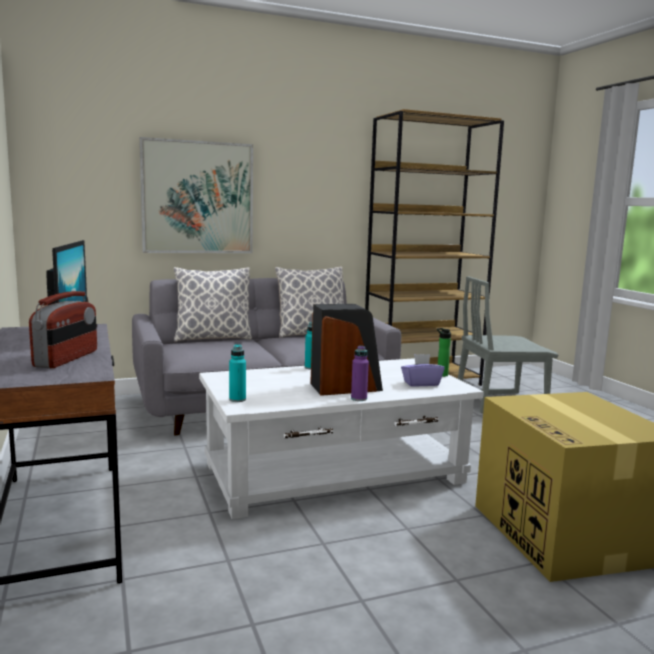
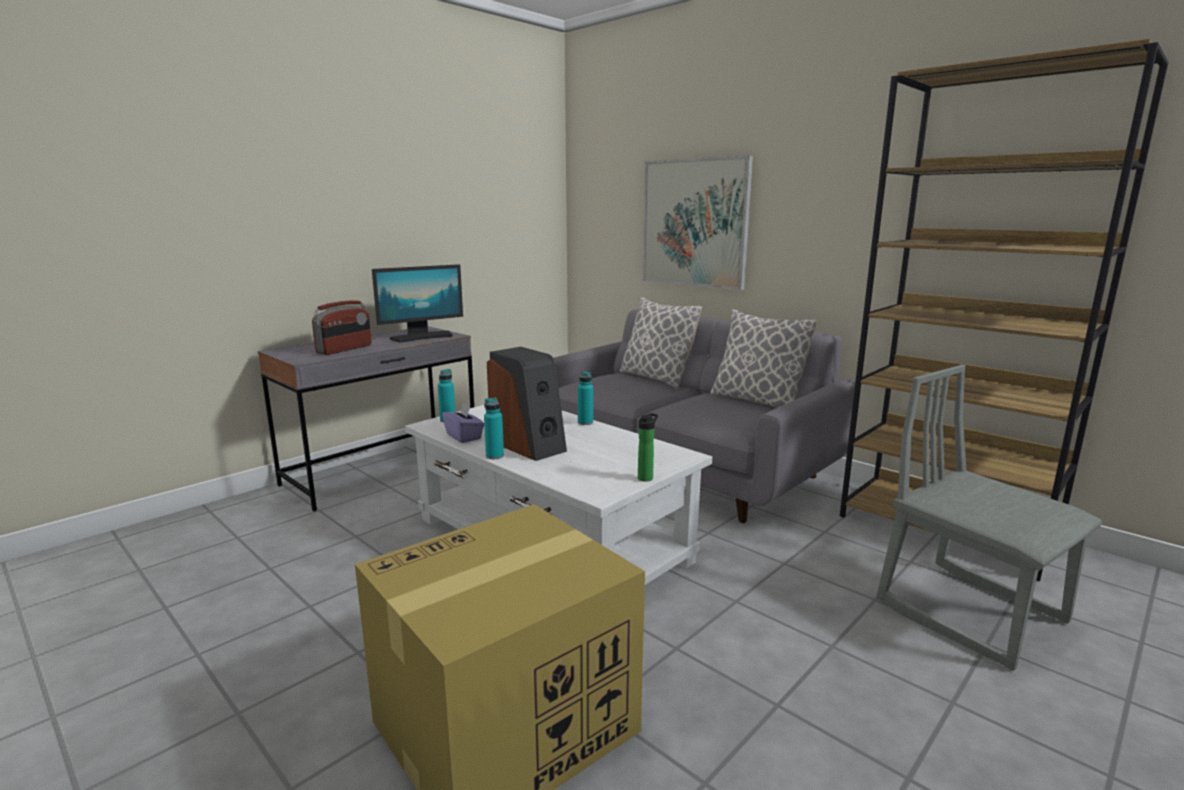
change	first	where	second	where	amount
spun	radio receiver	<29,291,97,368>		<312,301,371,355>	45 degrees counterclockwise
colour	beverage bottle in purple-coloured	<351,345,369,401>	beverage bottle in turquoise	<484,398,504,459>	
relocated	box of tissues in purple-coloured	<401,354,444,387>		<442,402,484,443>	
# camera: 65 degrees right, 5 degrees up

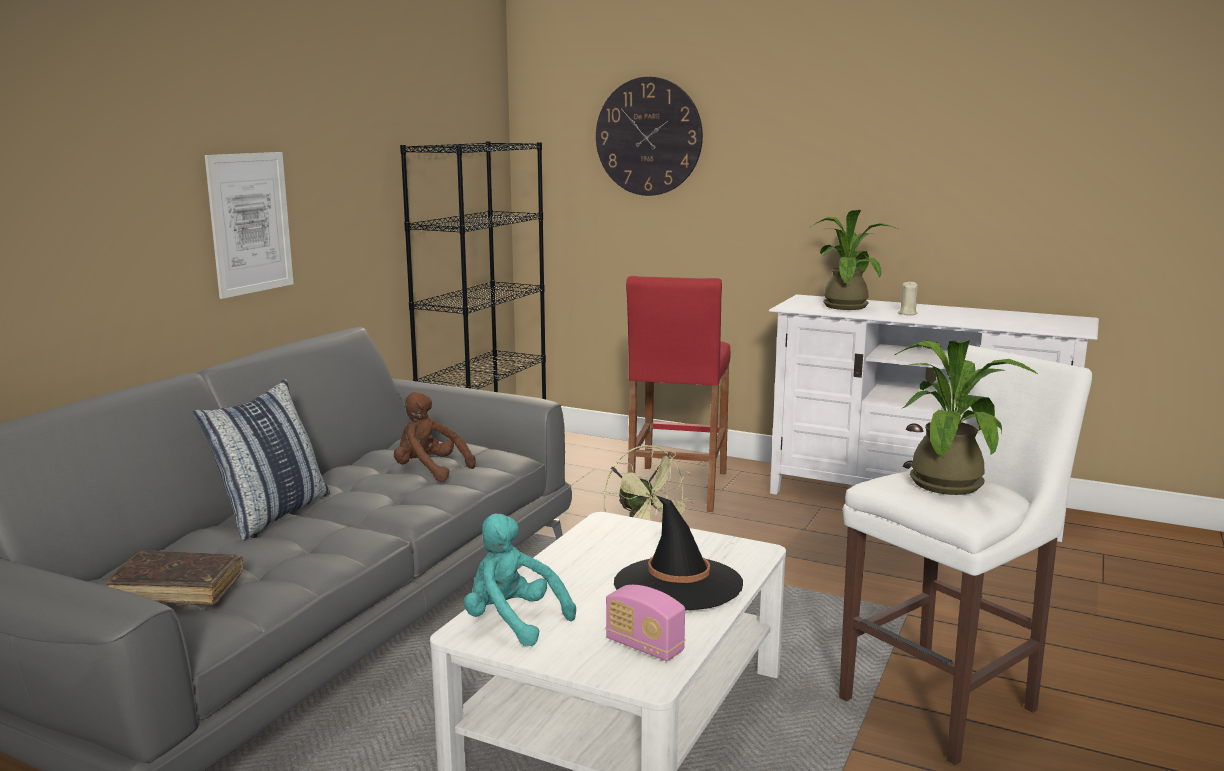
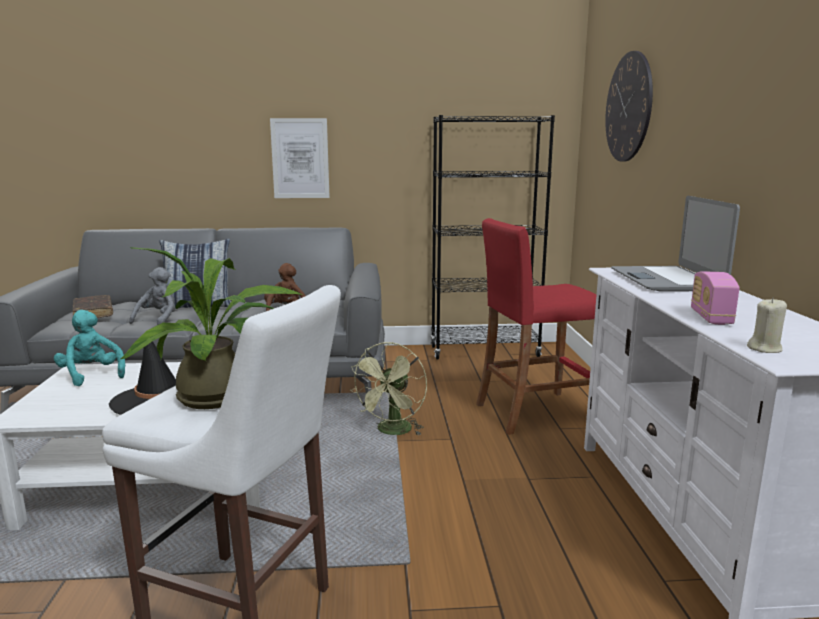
change	first	where	second	where	amount
spun	soft toy in turquoise	<464,514,576,646>		<54,310,125,386>	45 degrees counterclockwise
relocated	radio receiver	<605,585,685,661>		<691,271,740,325>	
exchanged	plant in a pot	<809,210,900,310>	laptop	<611,196,740,292>	
relocated	candle in sand-coloured	<898,282,918,315>		<747,298,787,353>	
appeared			soft toy in gray	<129,267,175,325>	
# camera: 60 degrees right, 0 degrees up

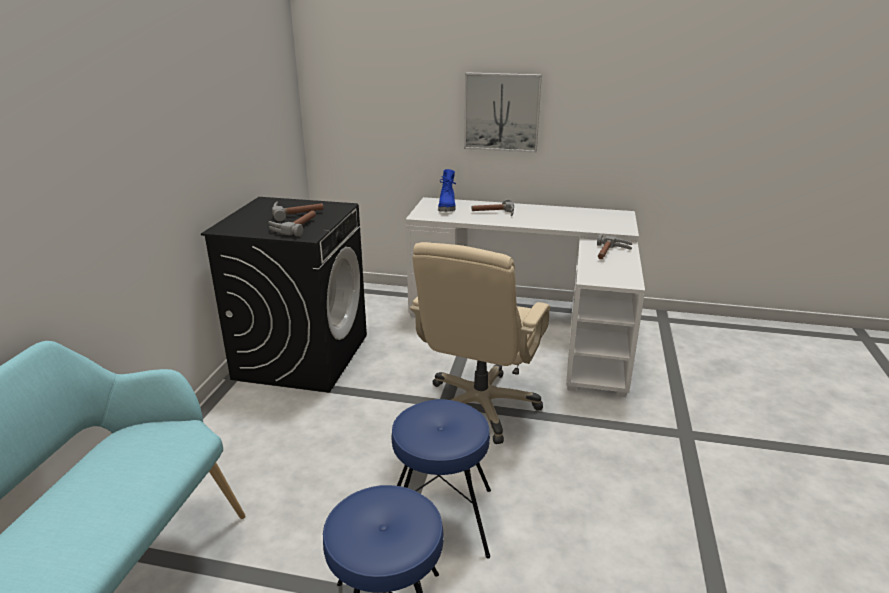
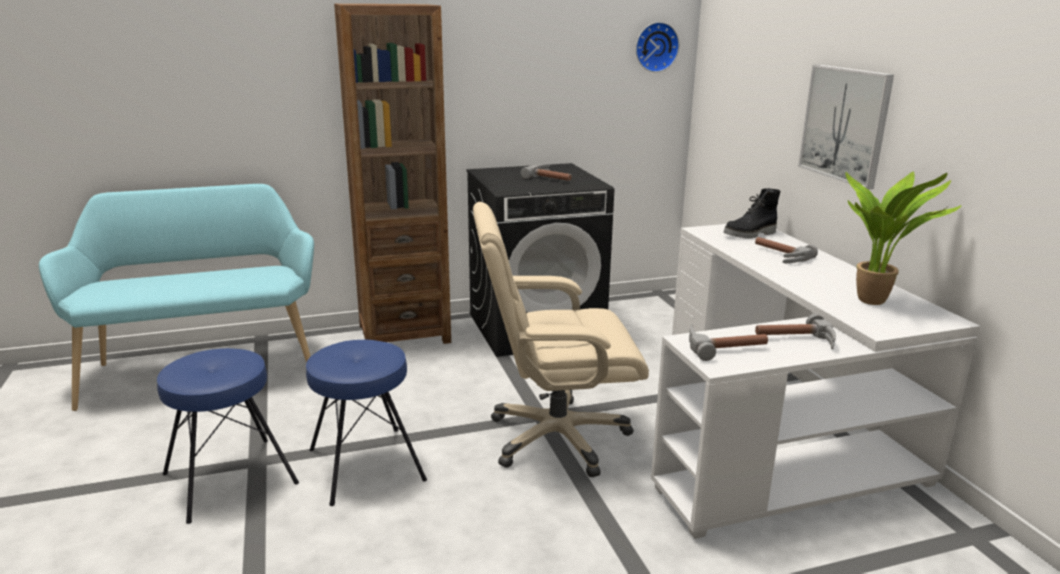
change	first	where	second	where	amount
relocated	tool hammer	<268,211,316,237>		<689,324,768,361>	
colour	high-top boot in bluish	<438,169,456,212>	high-top boot in blackish	<723,188,780,239>	
appeared			bookcase in brown	<334,4,451,344>	
appeared			hanging clock	<636,22,679,72>	
appeared			plant in a pot	<845,172,962,305>	
# camera: 60 degrees right, 5 degrees down

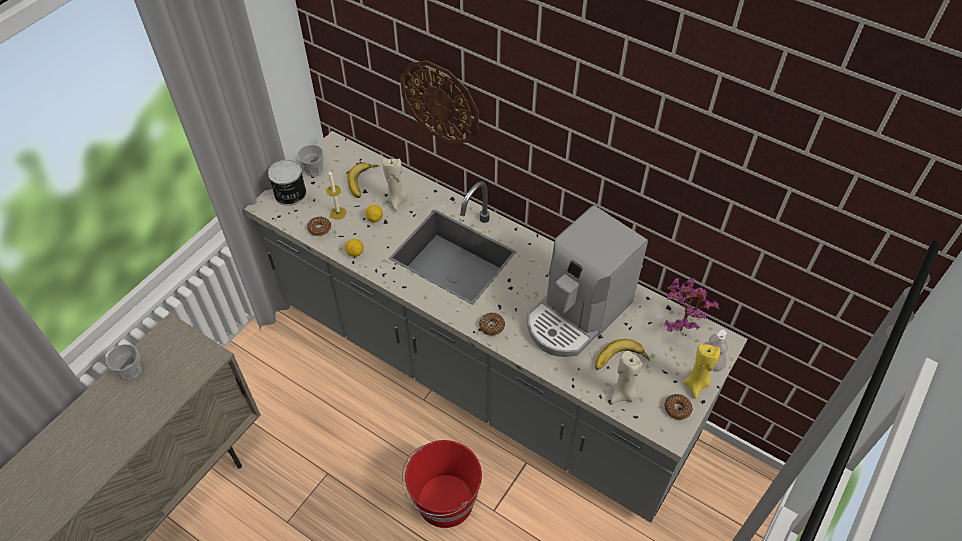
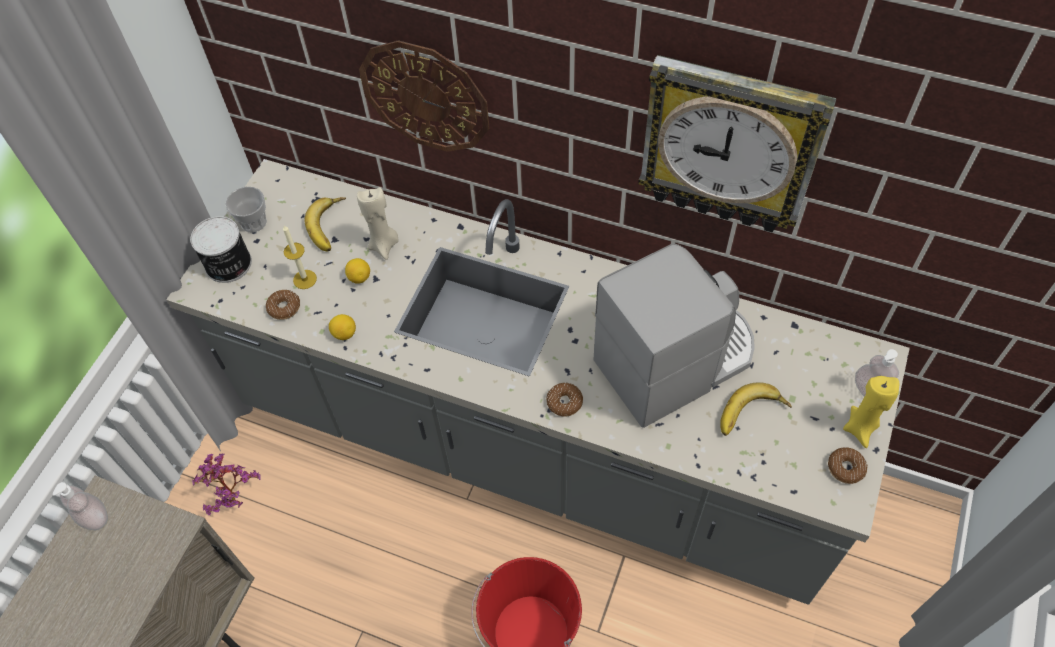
change	first	where	second	where	amount
missing	cup	<106,344,142,380>			
spun	coffee maker	<527,205,648,357>		<593,243,755,428>	150 degrees counterclockwise
missing	candle in sand-coloured	<611,351,643,404>			
relocated	plant in a pot	<664,278,719,332>		<192,454,261,515>	
appeared			soap dispenser	<53,482,108,530>	
appeared			hanging clock	<638,55,836,232>	
# camera: 10 degrees left, 5 degrees up

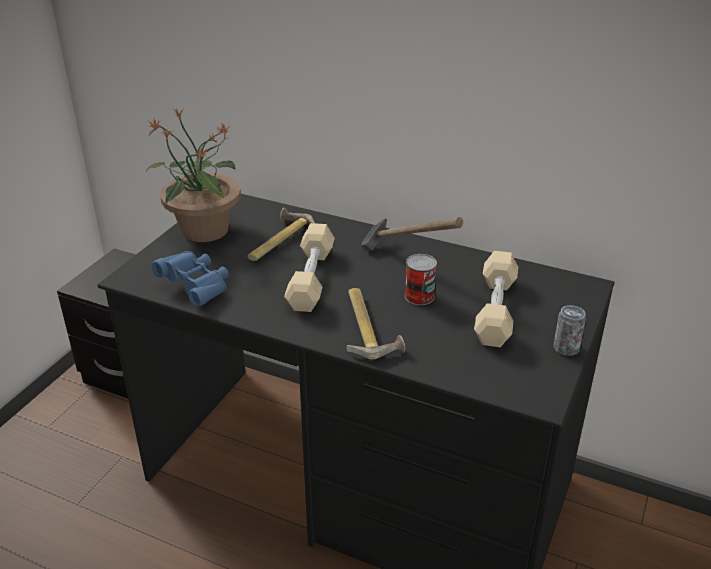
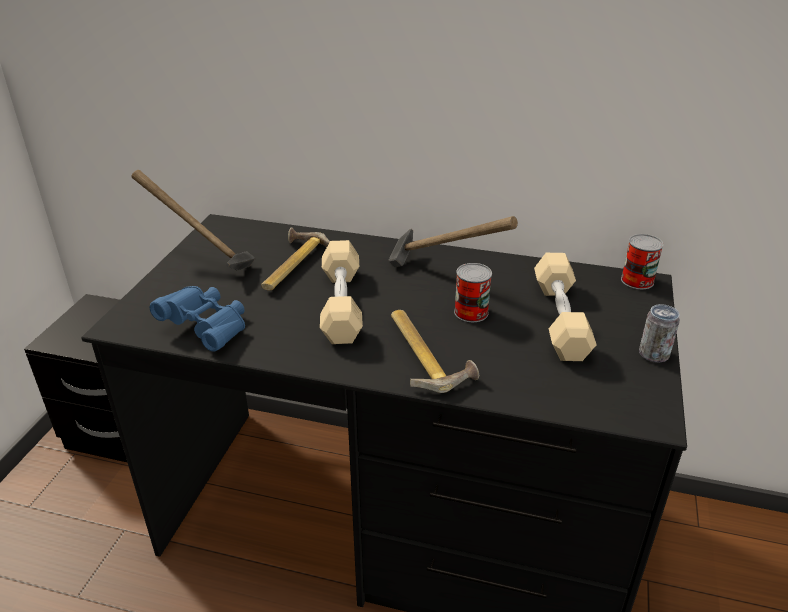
change	first	where	second	where	amount
exchanged	plant in a pot	<146,108,241,242>	tool hammer	<132,170,255,270>	
appeared			sealed can	<621,234,664,289>	
# camera: 10 degrees left, 0 degrees up

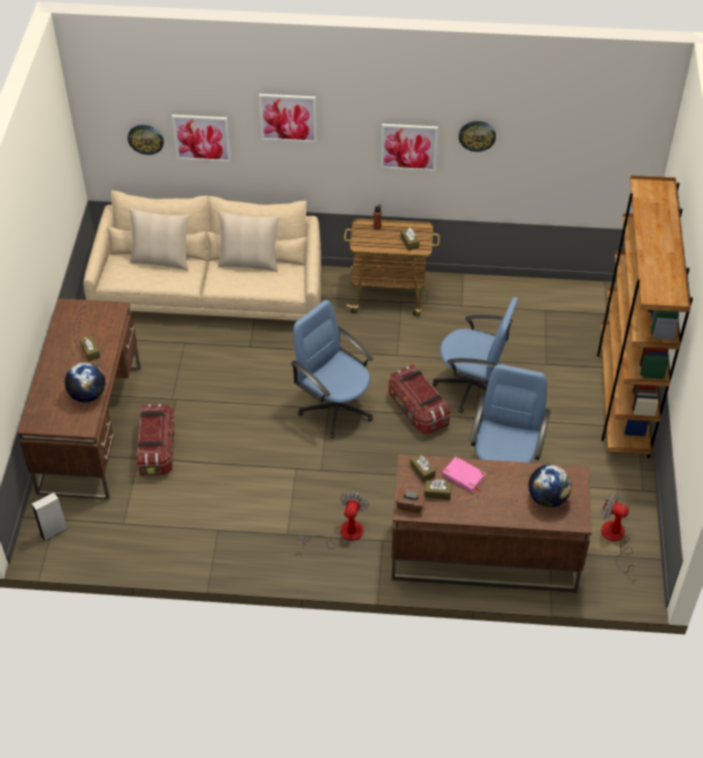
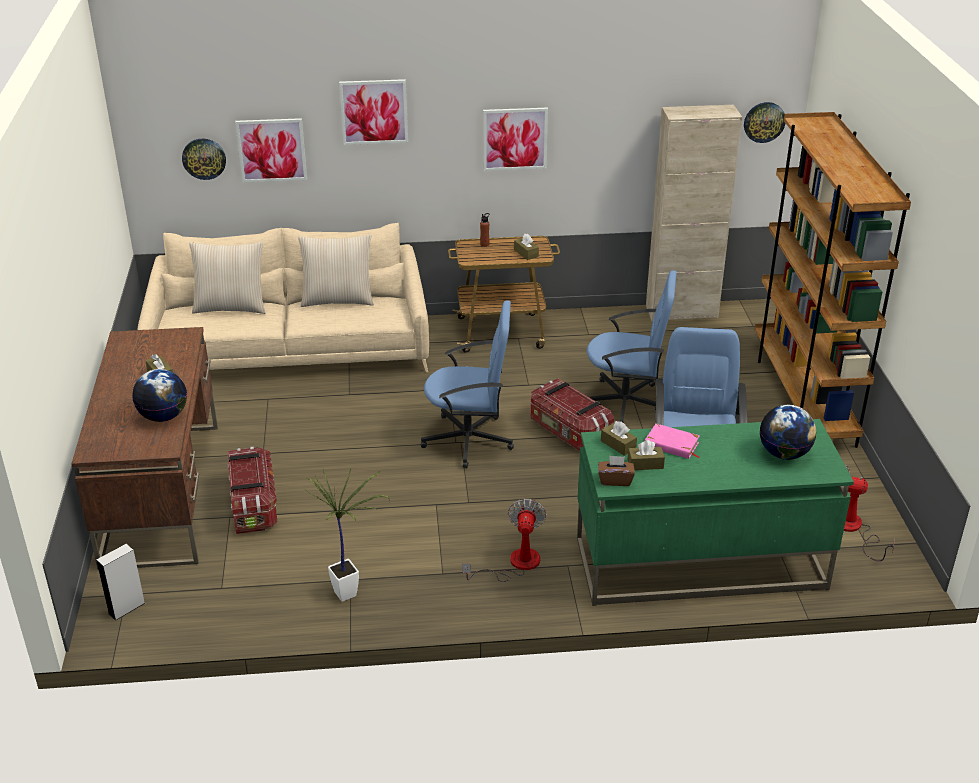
change	first	where	second	where	amount
spun	computer chair in bluish	<291,300,374,439>		<421,300,514,468>	150 degrees clockwise
colour	desk in brown	<391,454,592,593>	desk in green	<577,419,854,606>	
relocated	hanging clock	<459,121,496,152>		<744,102,785,143>	
appeared			plant in a pot	<306,469,390,602>	
appeared			cabinet in sand-coloured	<646,105,742,321>	
# camera: 10 degrees left, 15 degrees down

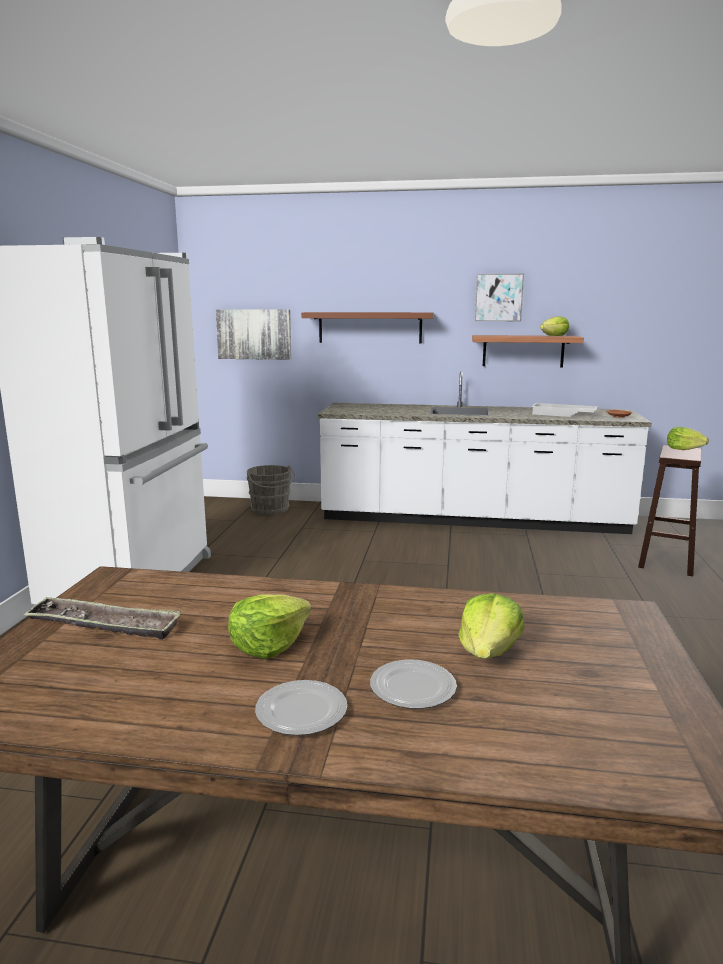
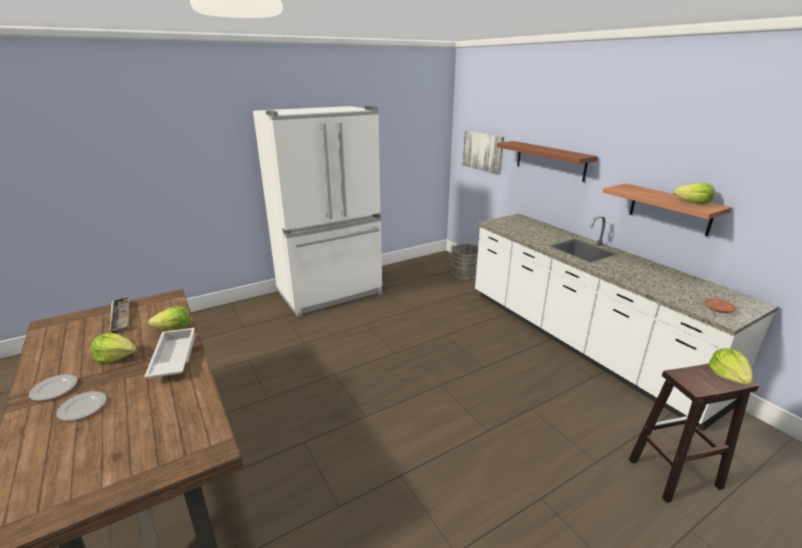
change	first	where	second	where	amount
relocated	lettuce head	<458,593,524,659>		<148,306,191,330>	
missing	wall art	<475,274,524,321>			
relocated	carrying tray in whitish	<531,403,598,417>		<144,328,195,379>	
# camera: 50 degrees right, 10 degrees up

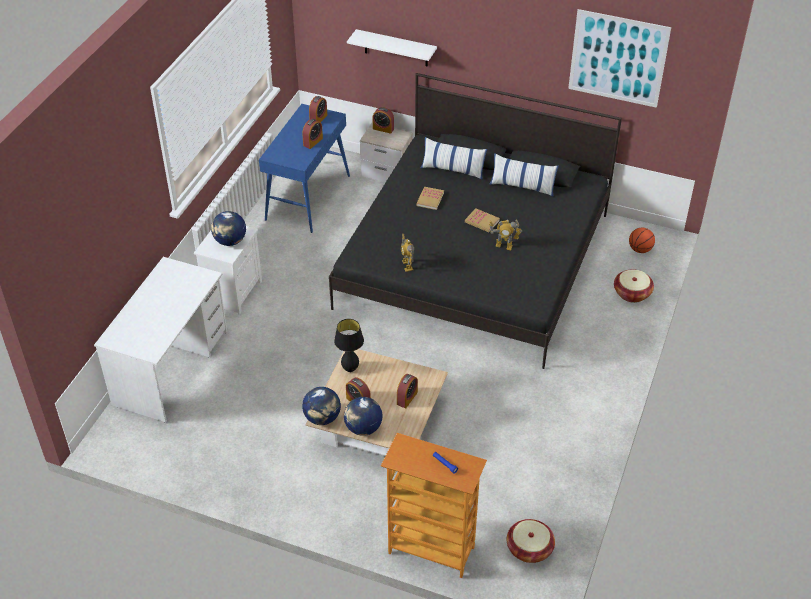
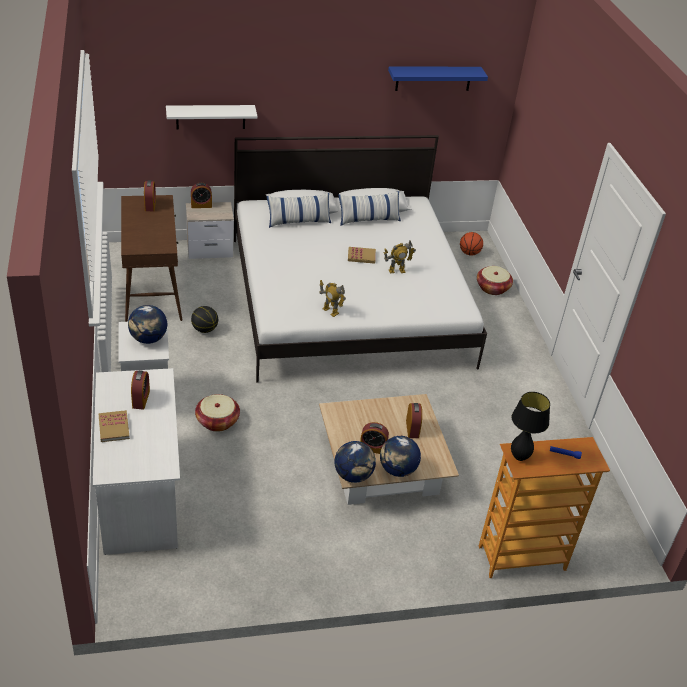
change	first	where	second	where	amount
colour	hall table in bluish	<259,104,350,233>	hall table in brown	<121,195,182,322>	
relocated	table clock	<302,119,323,149>		<131,370,150,409>	
colour	bedroom bed in blackish	<329,73,622,369>	bedroom bed in whitish	<234,135,487,383>	
relocated	tabletop lamp in blackish	<334,319,364,372>		<511,392,550,461>	
relocated	volume	<416,187,444,210>		<99,410,130,442>	
relocated	basket	<507,519,555,563>		<195,394,240,432>	
exchanged	wall art	<568,9,671,108>	bracket shelf in bluish	<388,67,488,91>	
appeared			basketball	<191,306,218,333>	
# camera: 35 degrees left, 5 degrees down

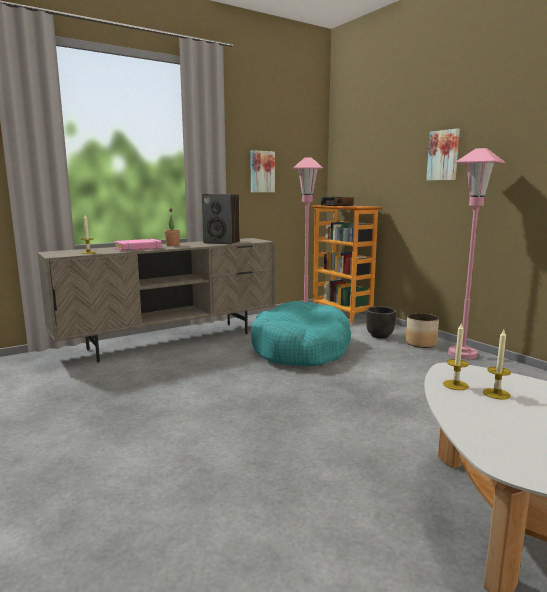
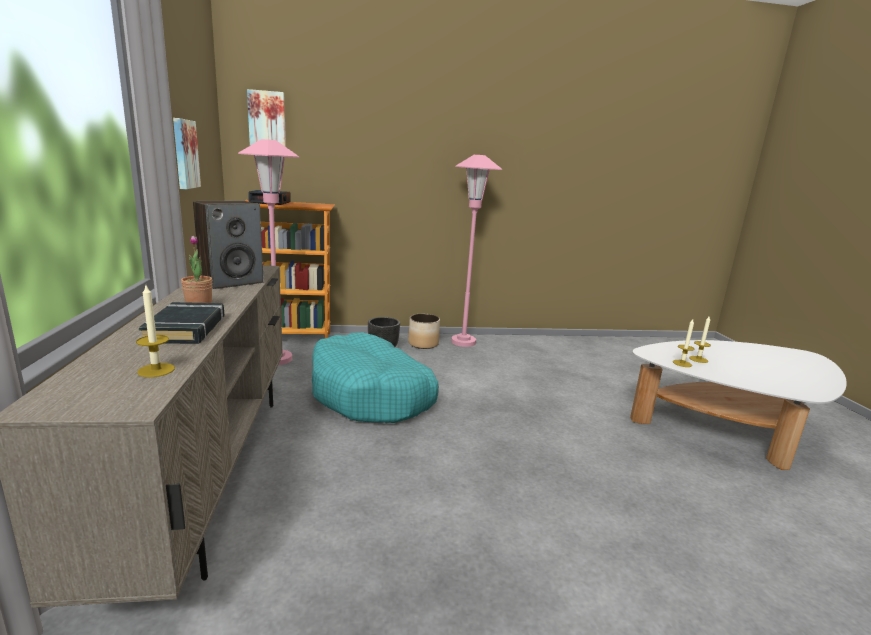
change	first	where	second	where	amount
colour	volume in pinkish	<114,239,162,251>	volume in blackish	<139,302,225,344>	
relocated	wall art	<426,129,460,181>		<247,89,286,147>	
# camera: 65 degrees left, 5 degrees up

